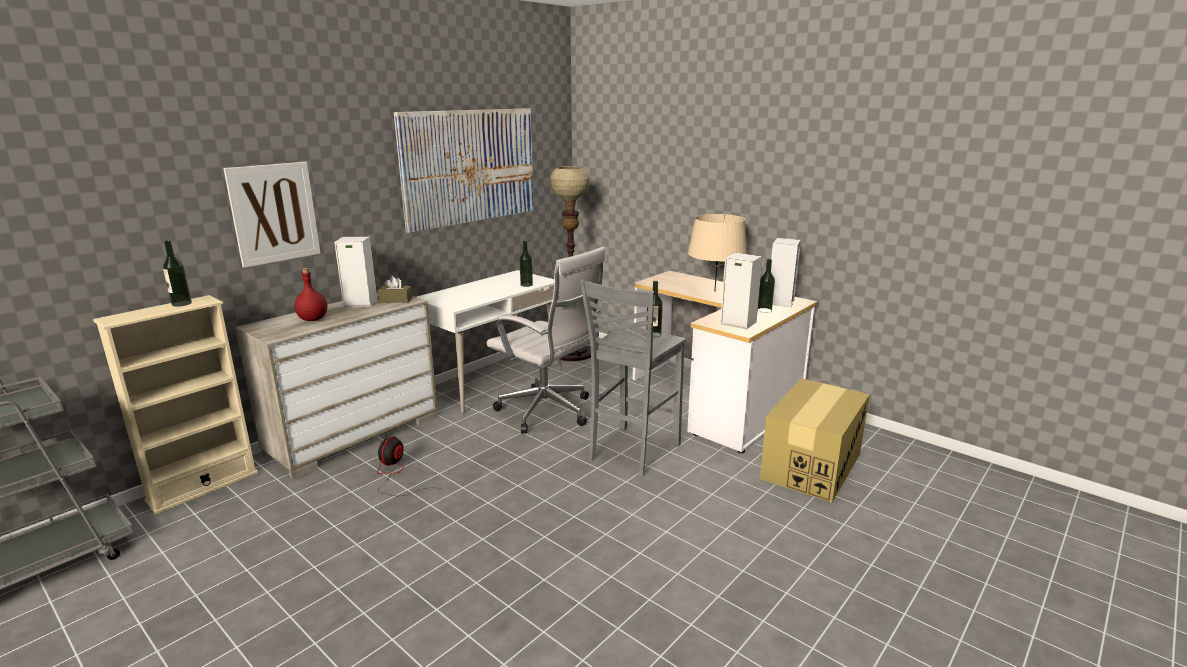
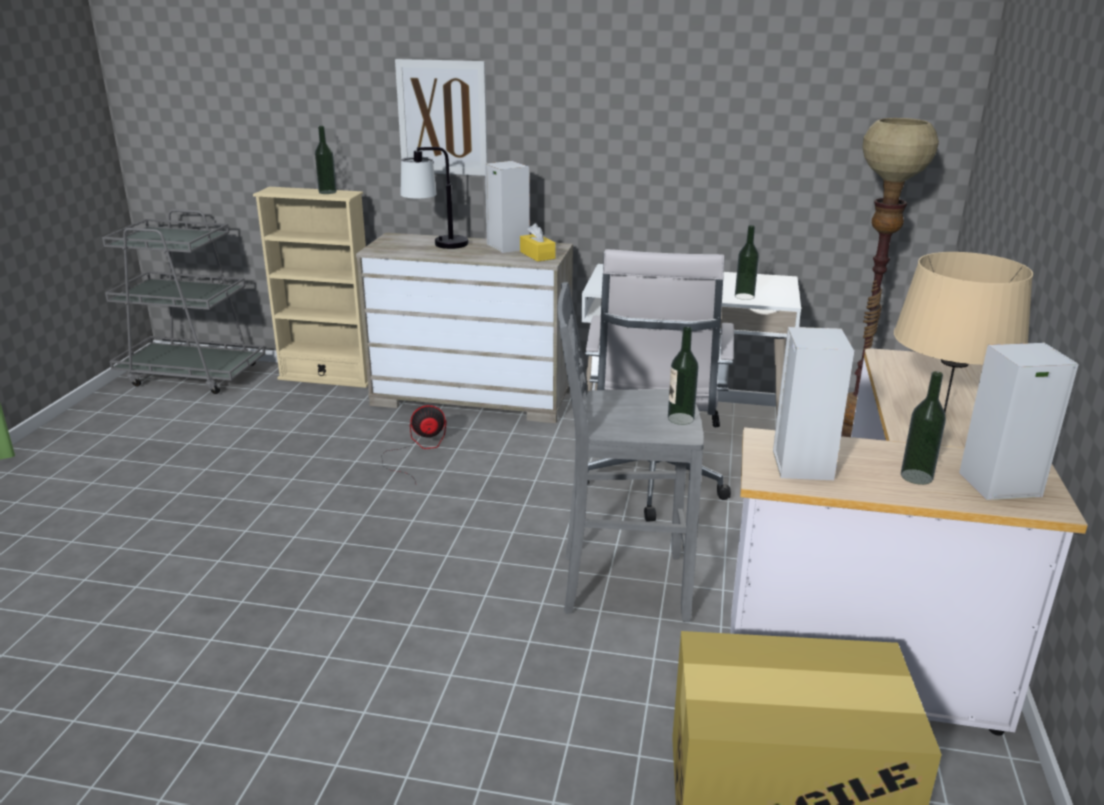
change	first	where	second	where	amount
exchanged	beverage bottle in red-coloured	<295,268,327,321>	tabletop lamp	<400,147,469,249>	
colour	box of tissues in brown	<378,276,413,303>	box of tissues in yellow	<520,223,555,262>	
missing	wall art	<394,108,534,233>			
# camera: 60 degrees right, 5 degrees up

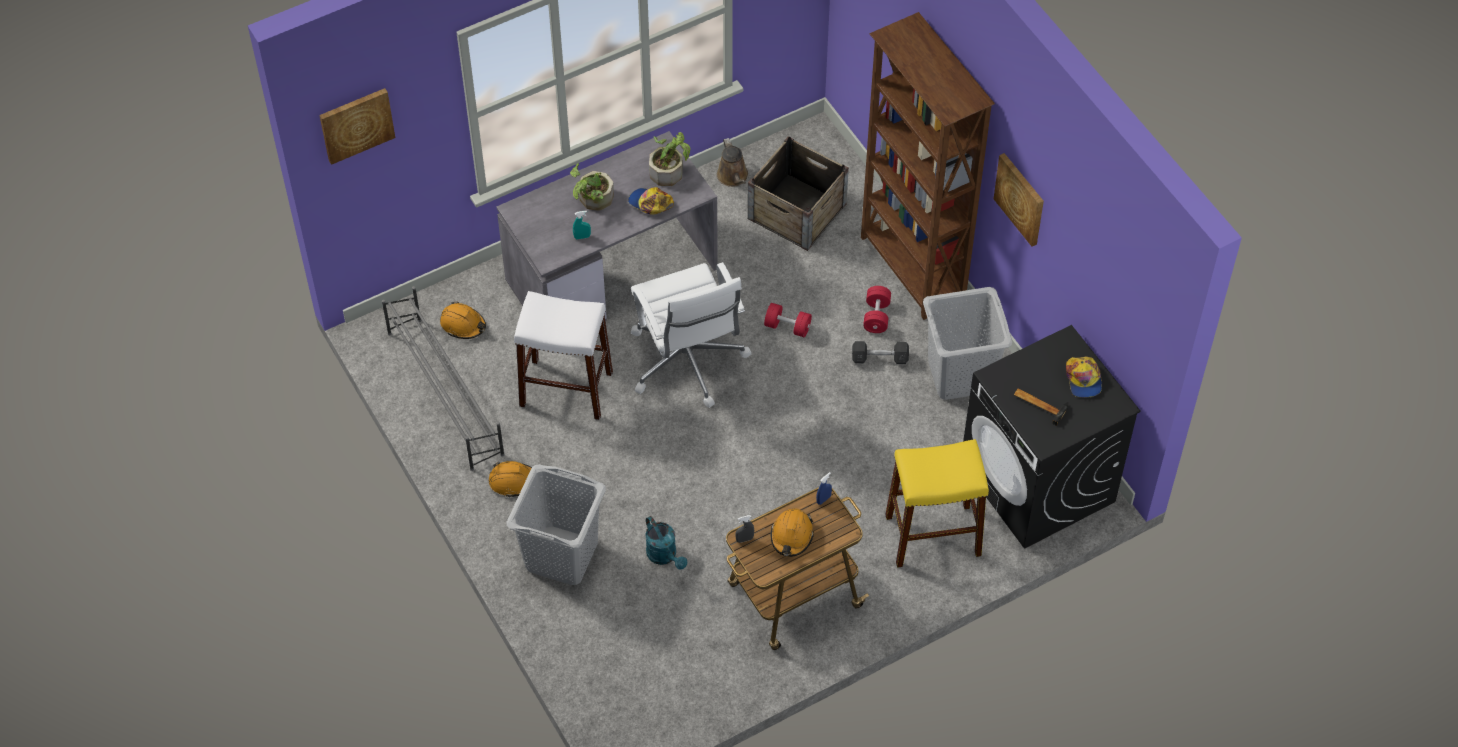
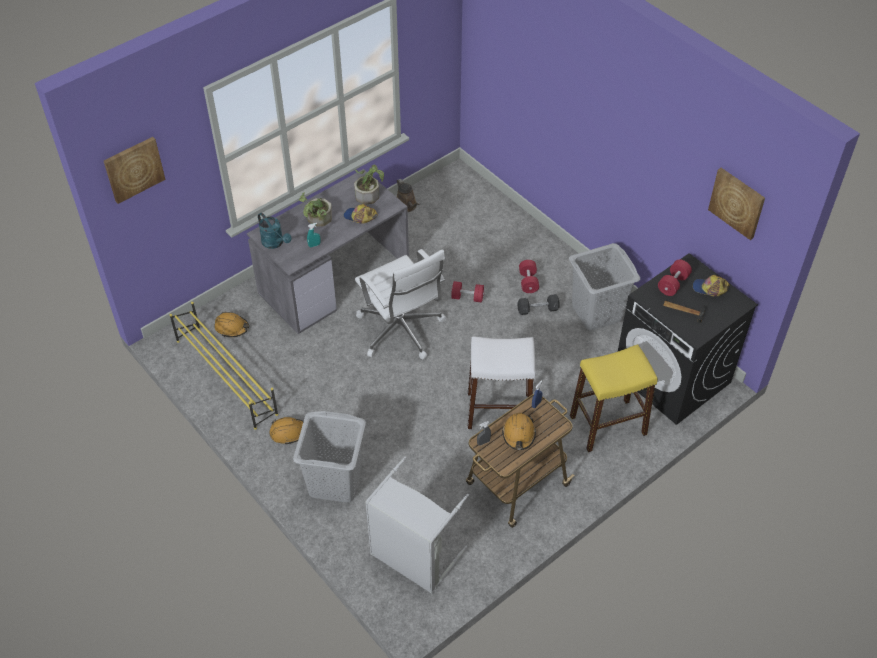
change	first	where	second	where	amount
colour	shoe rack in gray	<382,286,505,471>	shoe rack in yellow	<170,302,278,430>	
relocated	sitting stool in whitish	<514,291,613,420>		<468,336,535,429>	
relocated	watering pot in turquoise	<645,516,687,570>		<258,213,292,249>	
missing	packing crate	<748,136,849,251>			
missing	bookcase in brown	<861,12,995,320>			
relocated	wall art	<994,153,1044,247>		<708,168,765,240>	
spun	peaked cap	<1066,357,1102,398>		<693,275,730,296>	120 degrees clockwise
appeared			hamper in gray	<365,456,469,594>	
appeared			dumbbell in red-coloured	<658,260,692,296>	
# camera: 10 degrees left, 5 degrees down

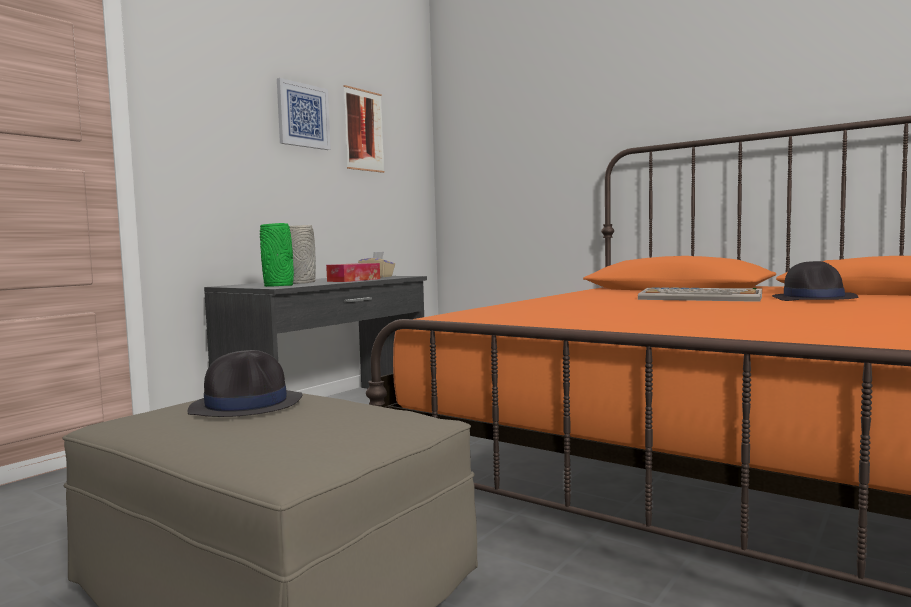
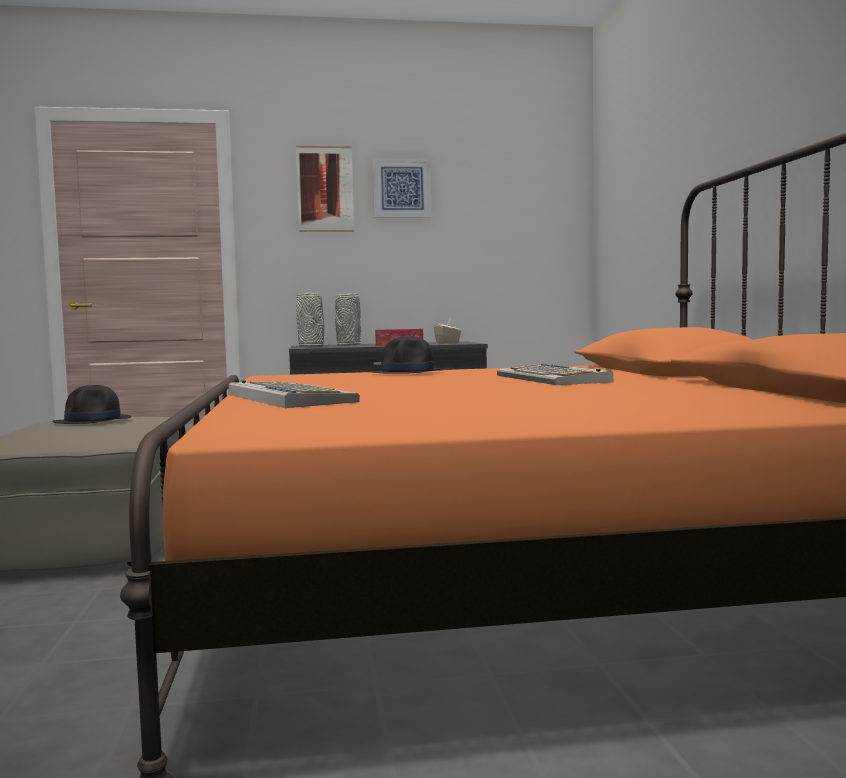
change	first	where	second	where	amount
colour	vase in green	<260,223,294,287>	vase in gray	<296,293,324,347>	
relocated	wall art	<344,85,384,173>		<296,146,354,232>	
relocated	wearable hat in blackish	<772,261,859,301>		<371,336,444,374>	
appeared			computer keyboard	<228,381,360,408>	
# camera: 45 degrees right, 0 degrees up

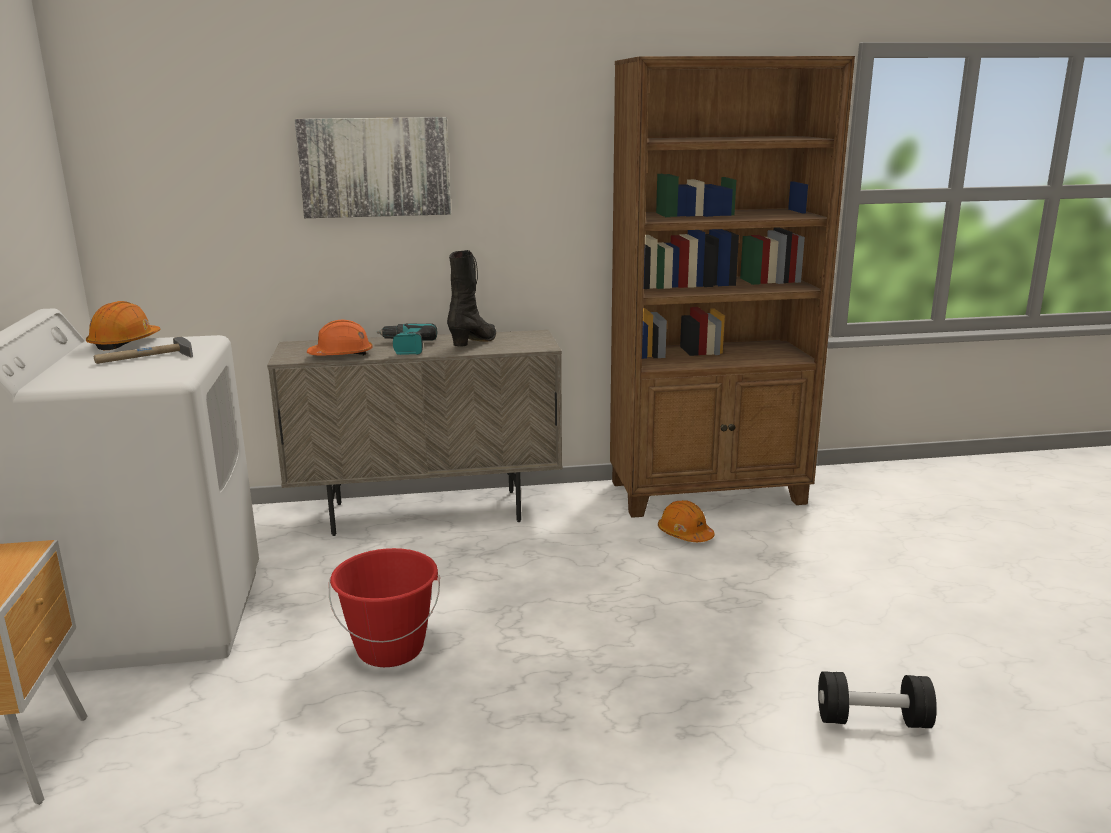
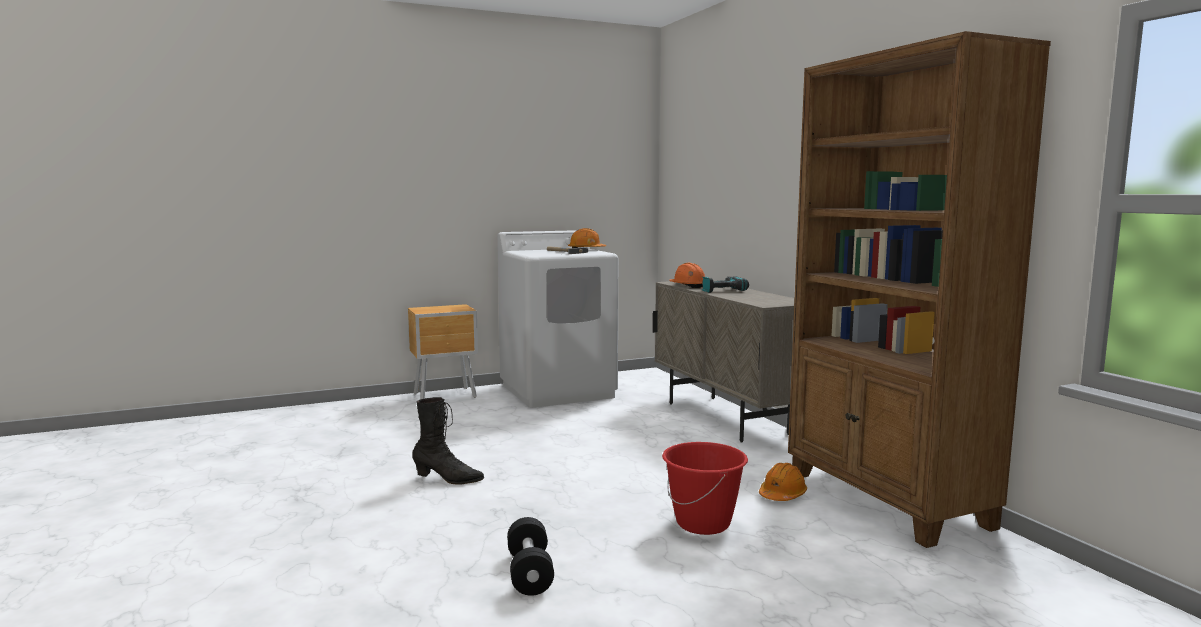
change	first	where	second	where	amount
missing	wall art	<295,117,451,218>			
relocated	water bucket in red-coloured	<329,548,440,667>		<662,442,748,535>	
relocated	high-top boot in blackish	<447,250,496,346>		<412,397,484,485>	
# camera: 75 degrees right, 10 degrees down

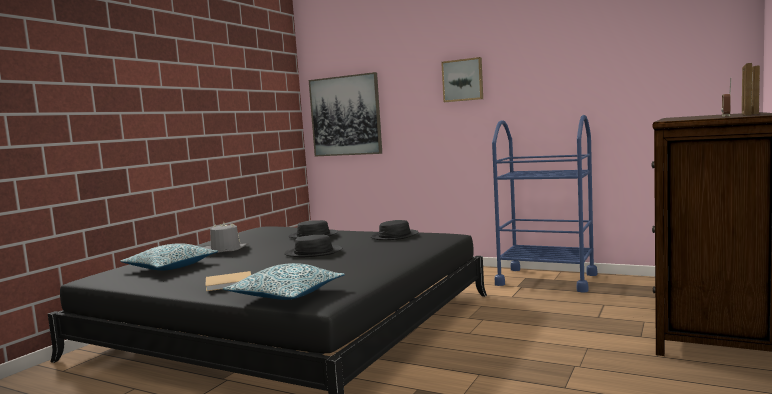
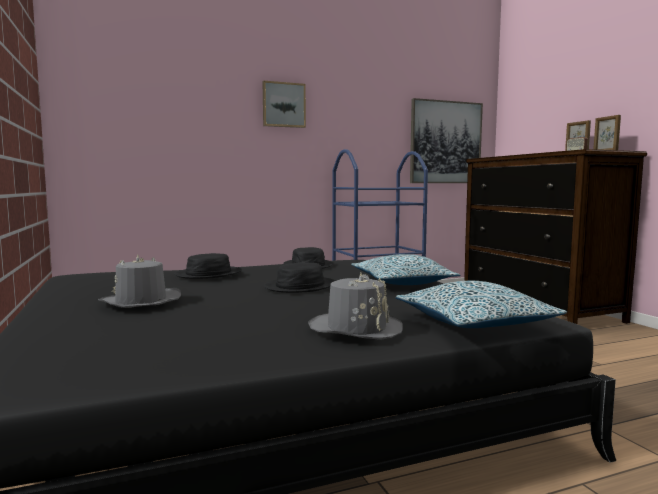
change	first	where	second	where	amount
relocated	cushion	<120,243,218,270>		<352,254,460,285>	
exchanged	volume in sand-coloured	<205,271,251,291>	wearable hat in gray	<308,273,403,340>	
relocated	wall art	<309,72,382,156>		<410,98,483,183>	
# camera: 50 degrees left, 0 degrees up

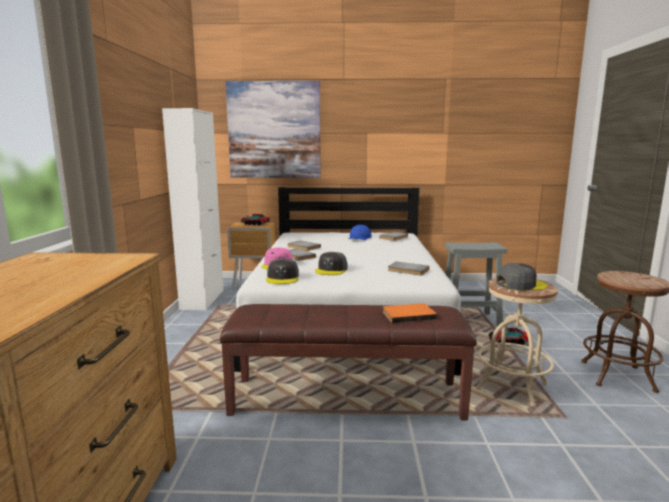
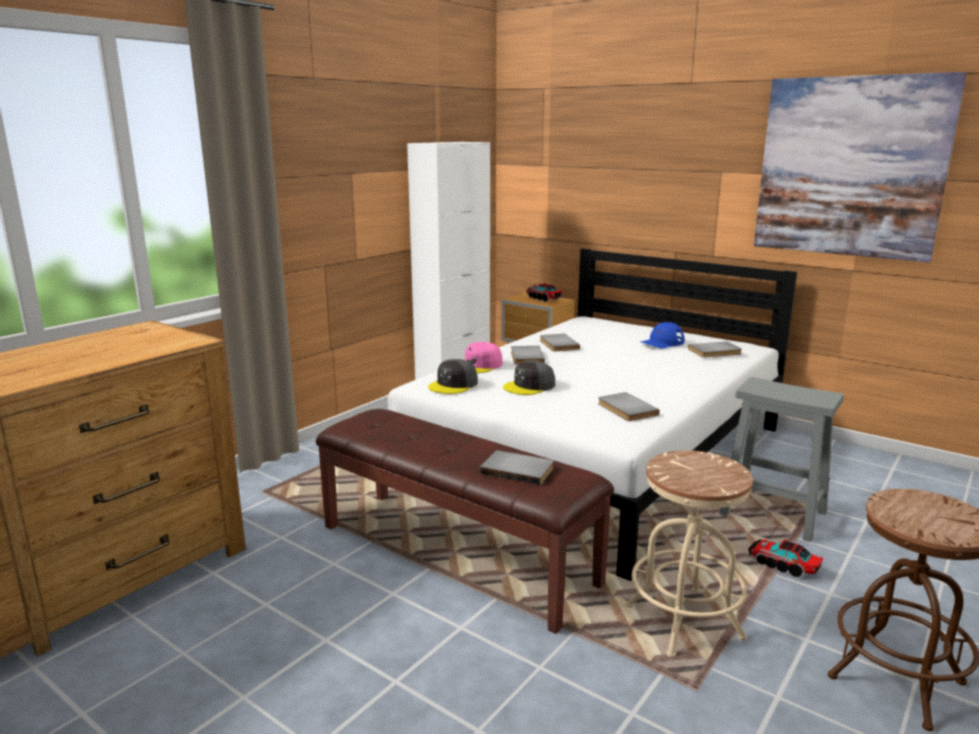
change	first	where	second	where	amount
relocated	wall art	<225,81,321,178>		<754,72,967,262>	
colour	volume in orange	<383,303,437,323>	volume in gray	<480,450,554,485>	
missing	peaked cap in gray	<496,263,547,291>			
# camera: 35 degrees right, 5 degrees up

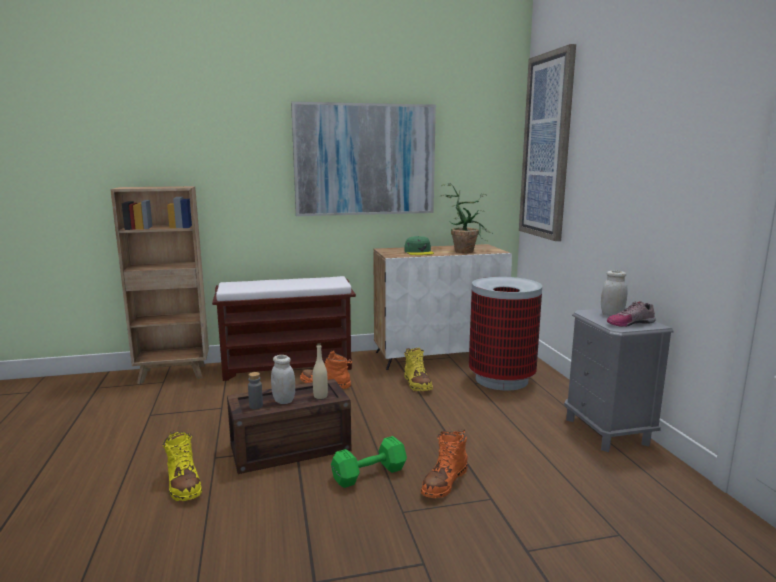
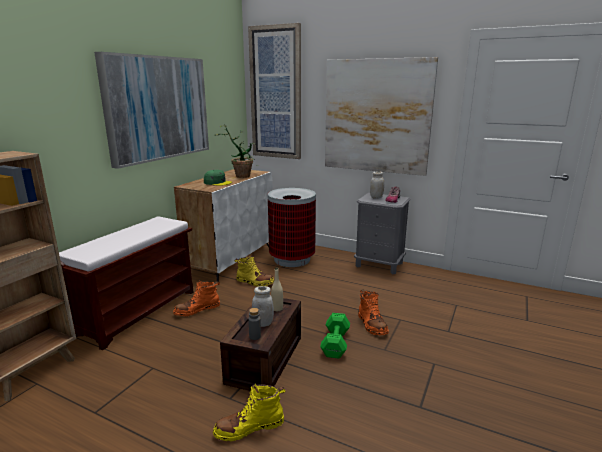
change	first	where	second	where	amount
spun	high-top boot in yellow	<162,430,202,501>		<213,383,285,441>	150 degrees clockwise
appeared			wall art	<325,57,438,176>	
# camera: 50 degrees left, 5 degrees up

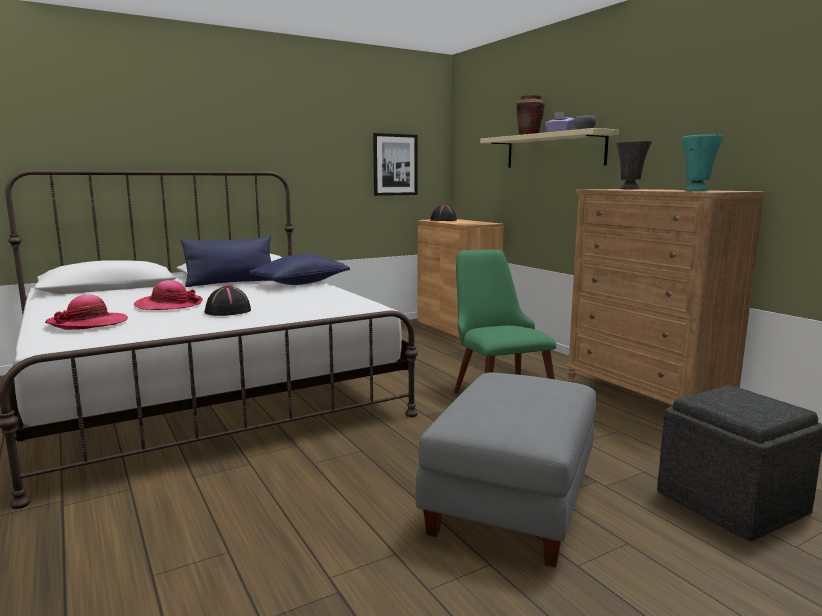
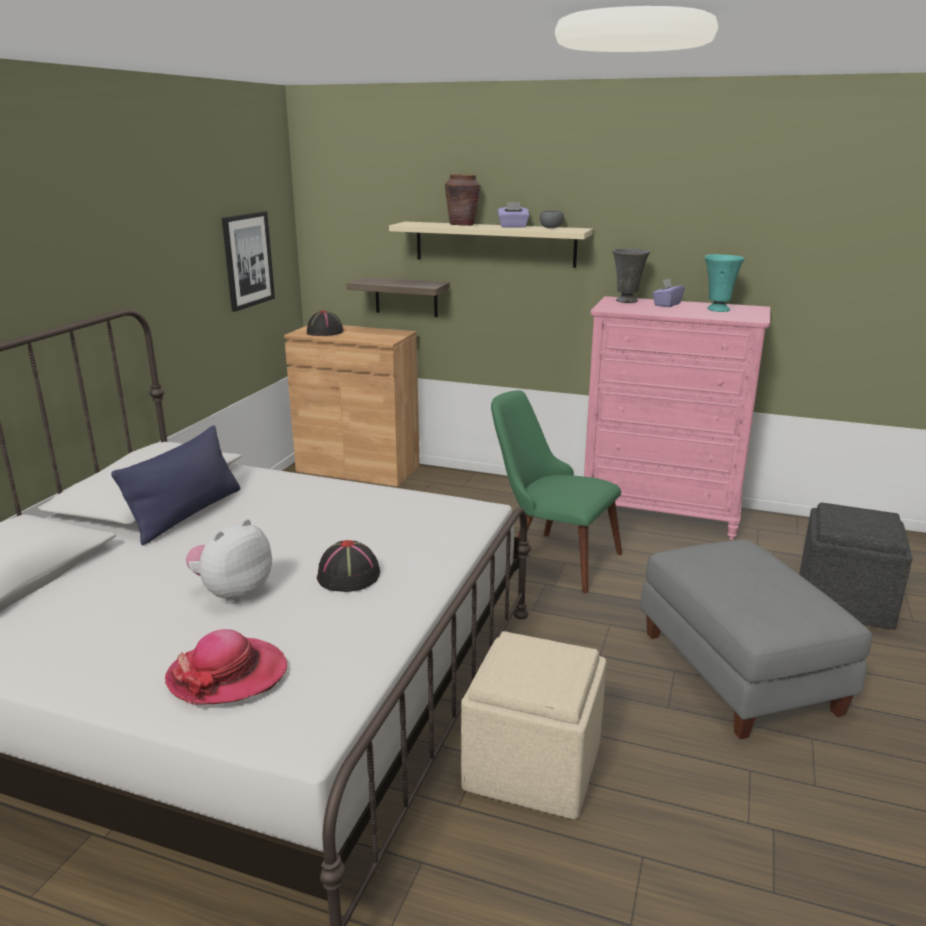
change	first	where	second	where	amount
exchanged	wearable hat	<134,280,203,310>	soft toy	<186,519,272,604>	
missing	cushion in bluish	<249,254,350,285>			
colour	dresser in brown	<566,189,768,406>	dresser in pinkish	<584,296,770,540>	
appeared			bracket shelf	<346,277,450,317>	
appeared			pouffe in sand-coloured	<461,631,606,819>	
appeared			box of tissues in purple-coloured	<652,278,685,307>	
# camera: 40 degrees left, 10 degrees up

